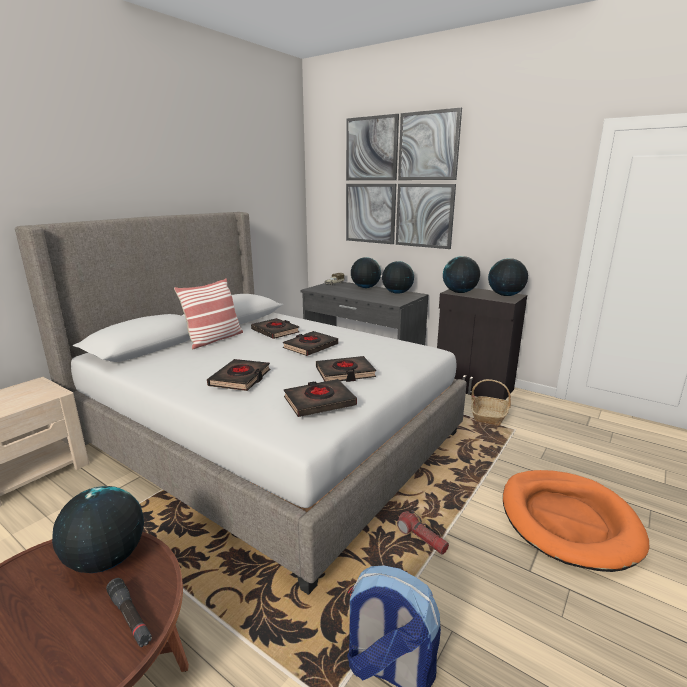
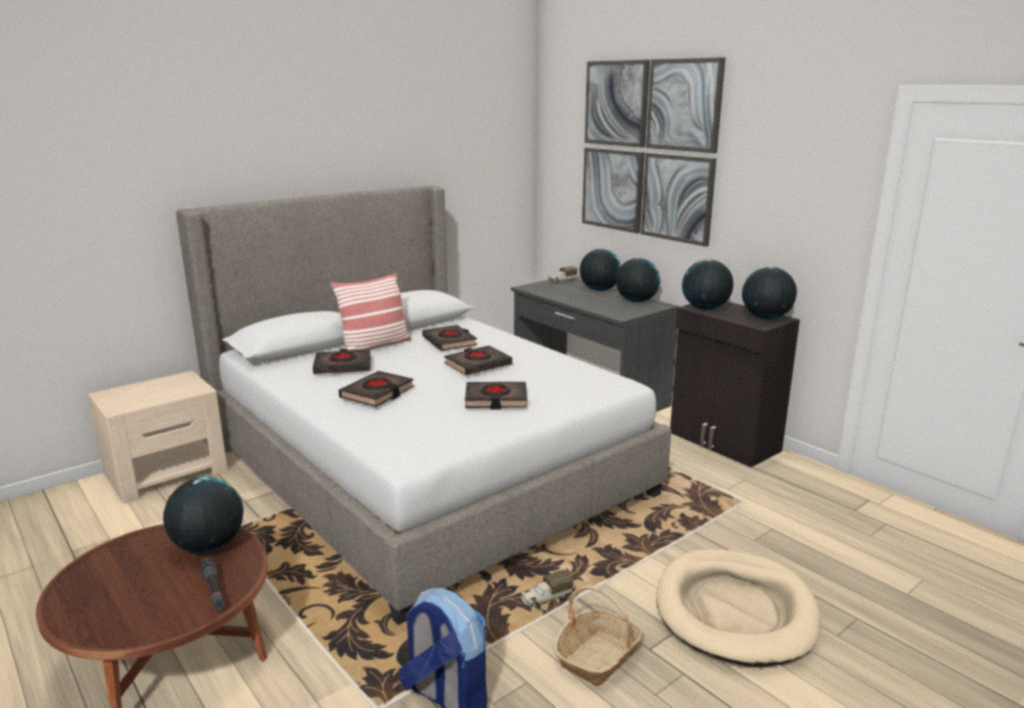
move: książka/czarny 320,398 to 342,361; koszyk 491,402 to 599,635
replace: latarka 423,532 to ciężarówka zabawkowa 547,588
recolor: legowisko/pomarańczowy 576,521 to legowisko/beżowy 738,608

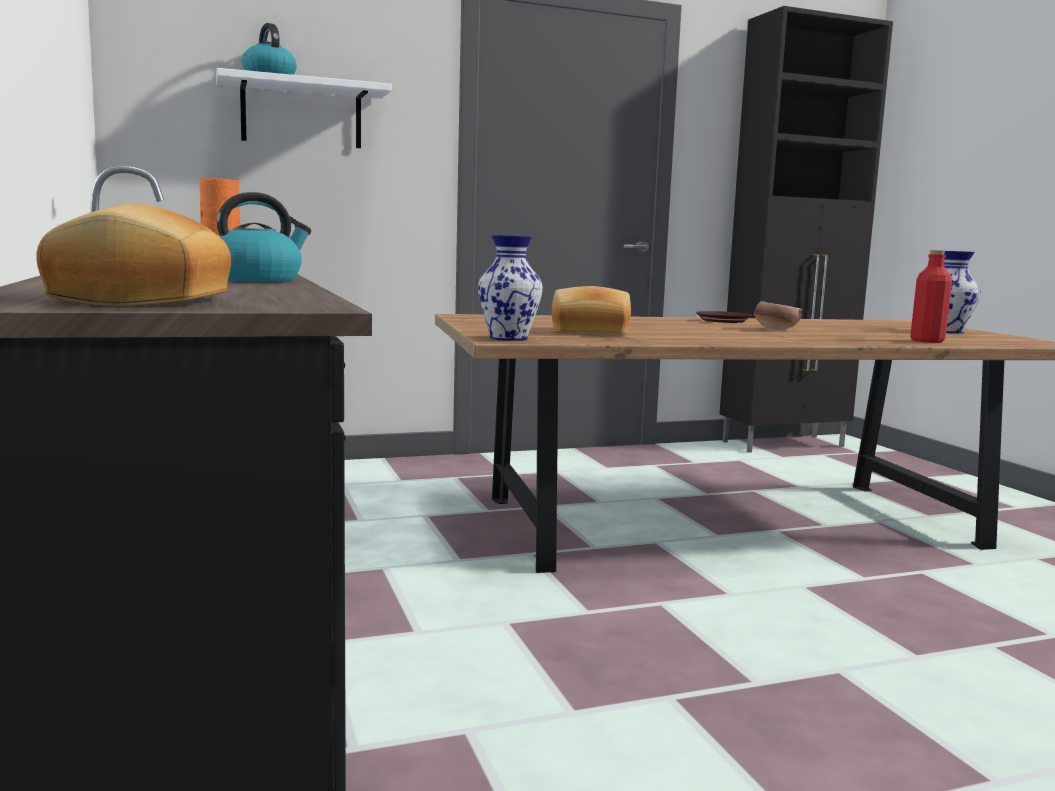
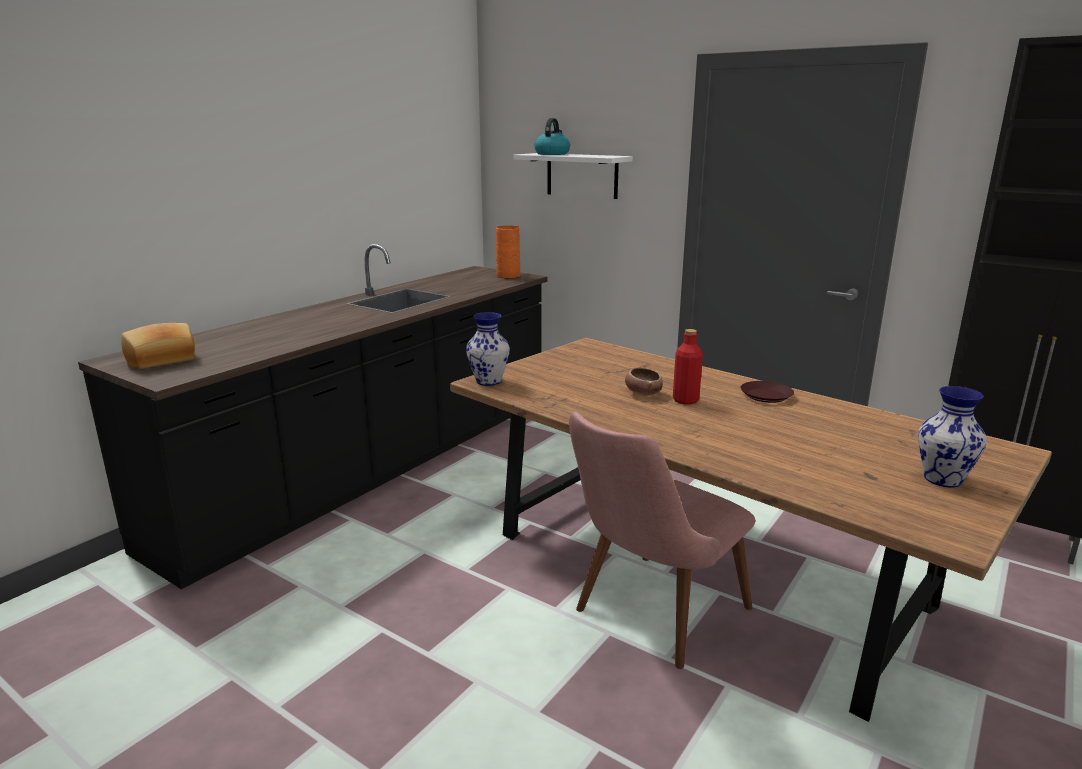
delete: czajnik 264,237; chleb 591,310
insert: krzesło/różowy 662,540
move: miska 778,315 to 644,382; butelka/czerwony 931,296 to 688,367

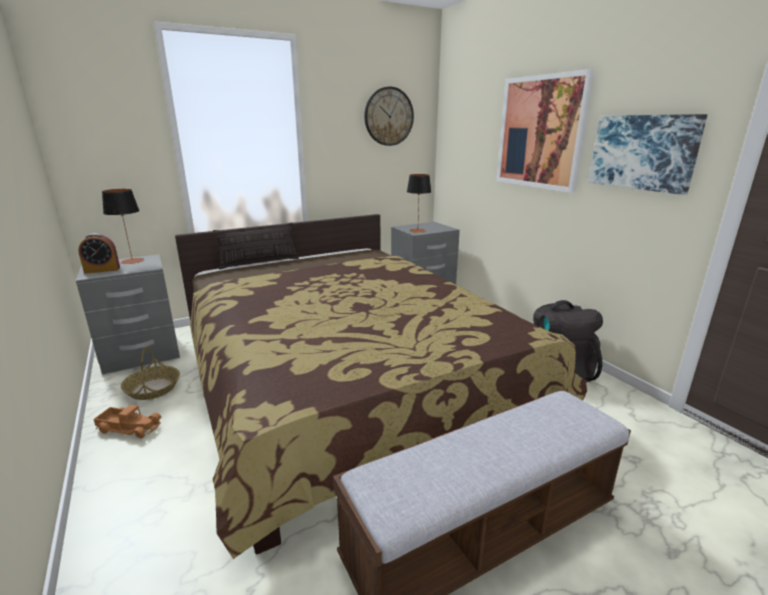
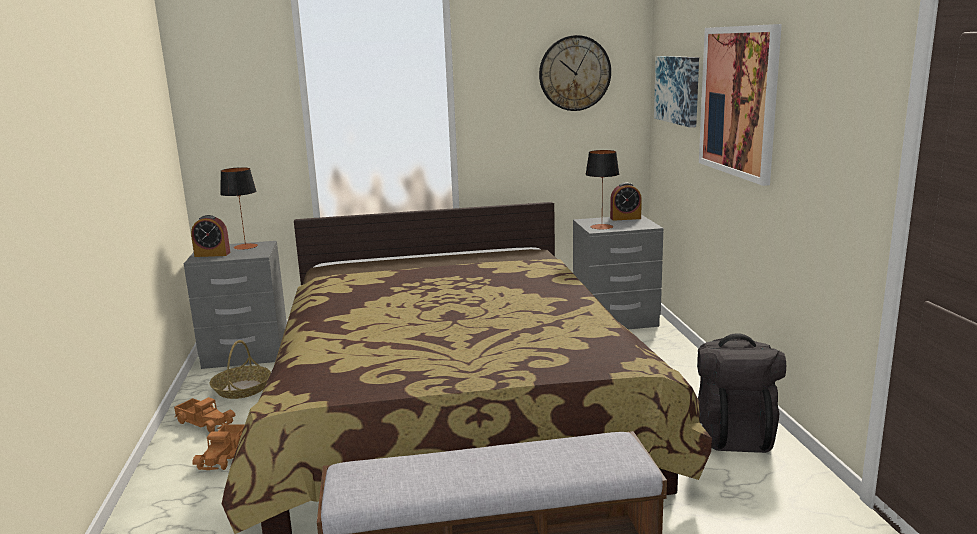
delete: poduszka 256,246
insert: ciężarówka zabawkowa 218,447; budzik 626,201
move: obraz 648,154 to 676,92

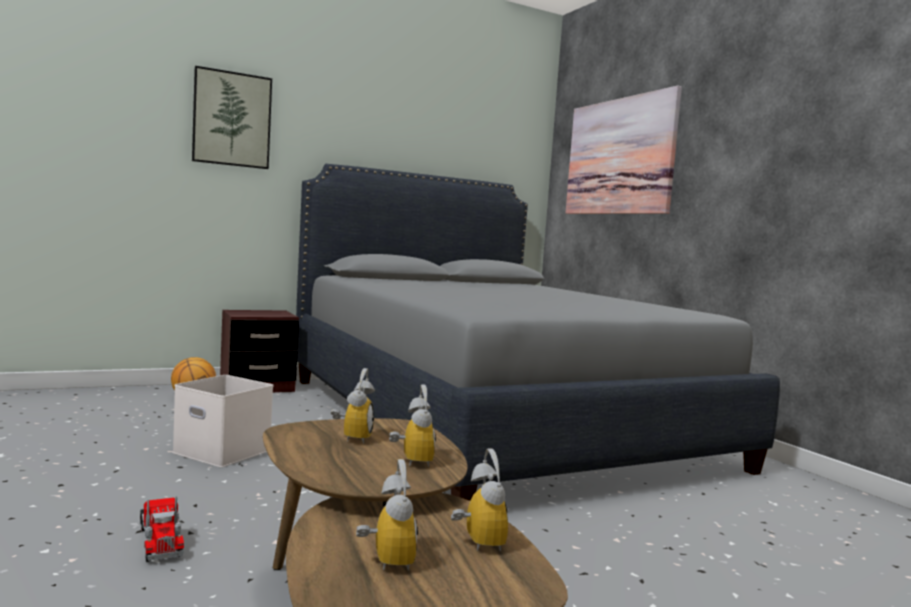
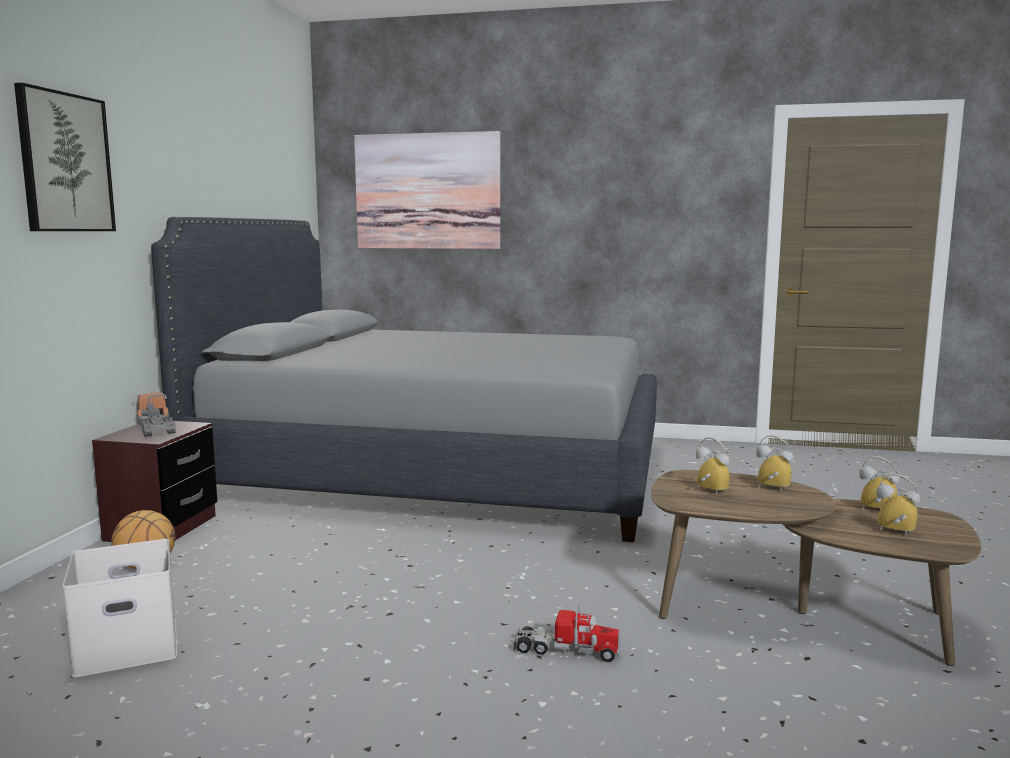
insert: ciężarówka zabawkowa 155,414
move: pojemnik do przechowywania/biały 222,421 to 120,608

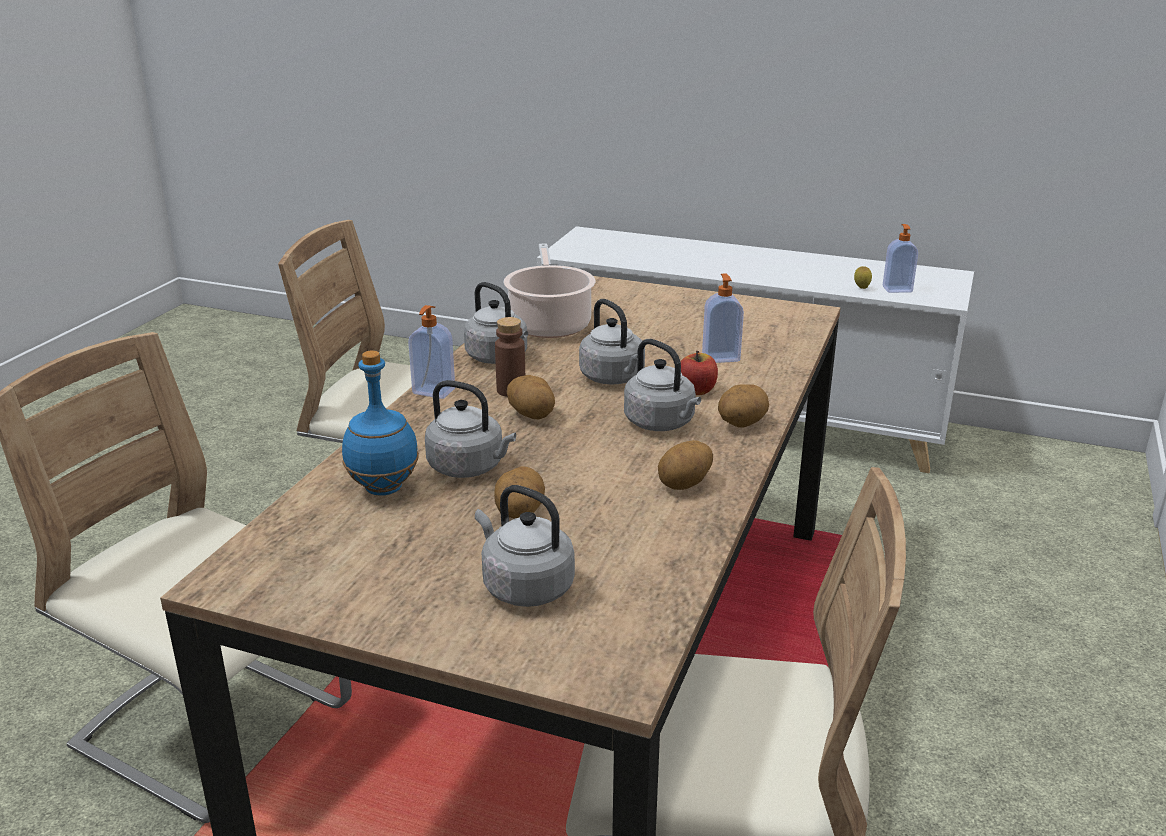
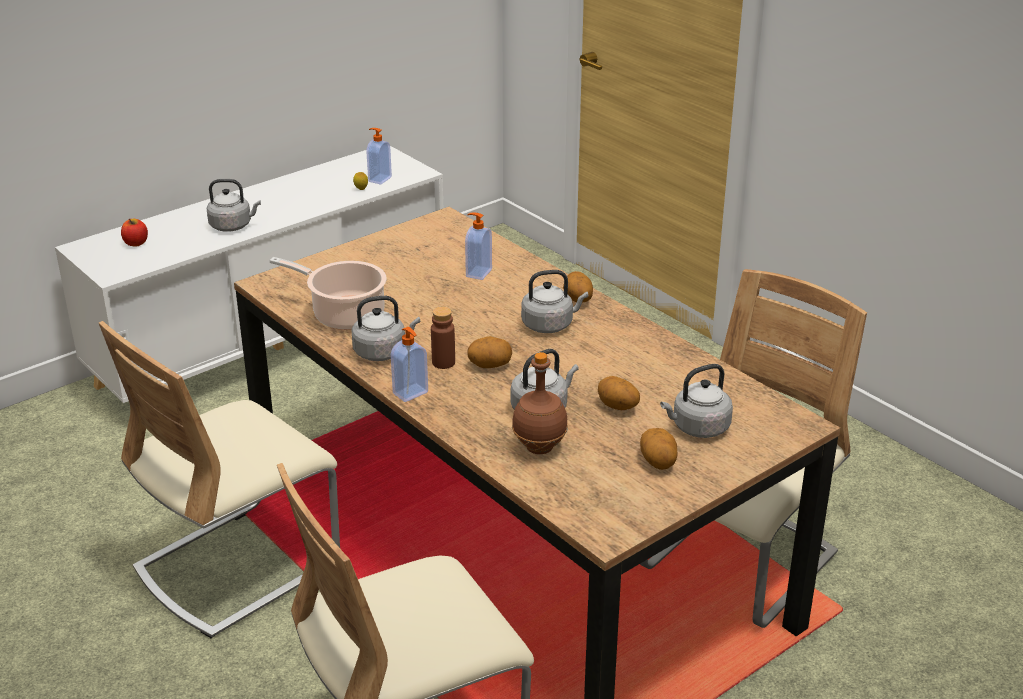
move: czajnik/szary 612,342 to 234,205; ziemniak 685,465 to 658,449; jabłko 699,373 to 134,233
recolor: butelka/niebieski 380,423 to butelka/brązowy 540,403

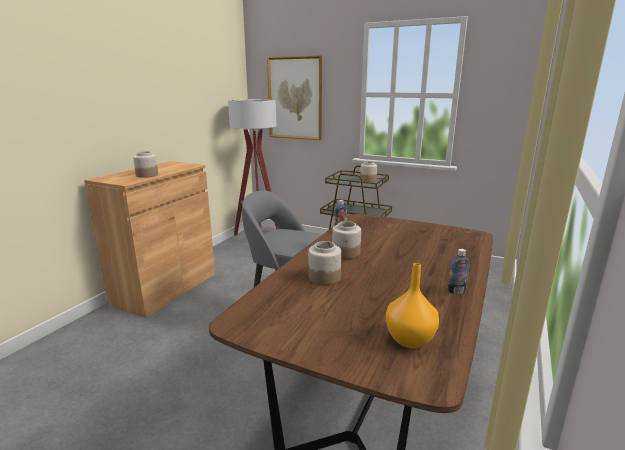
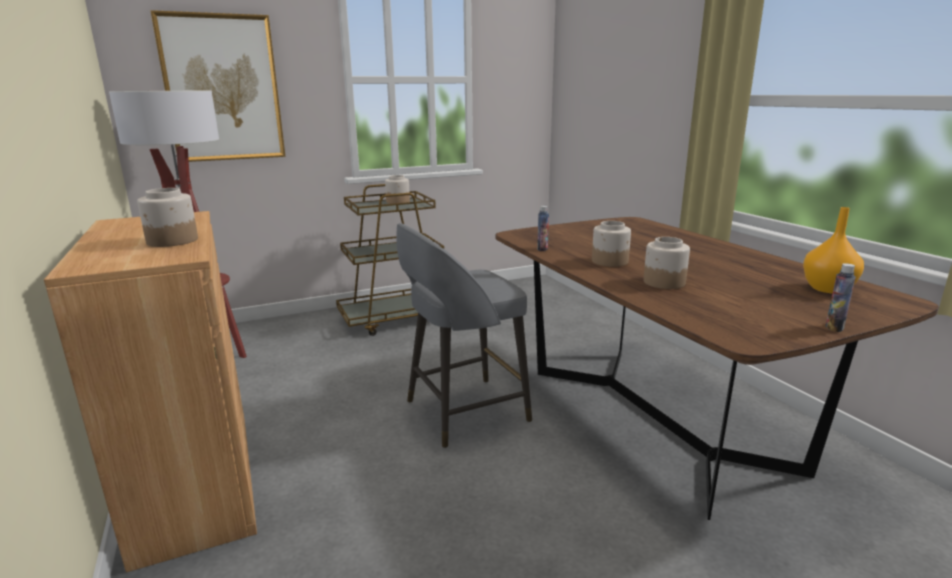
move: butelka 459,271 to 841,297

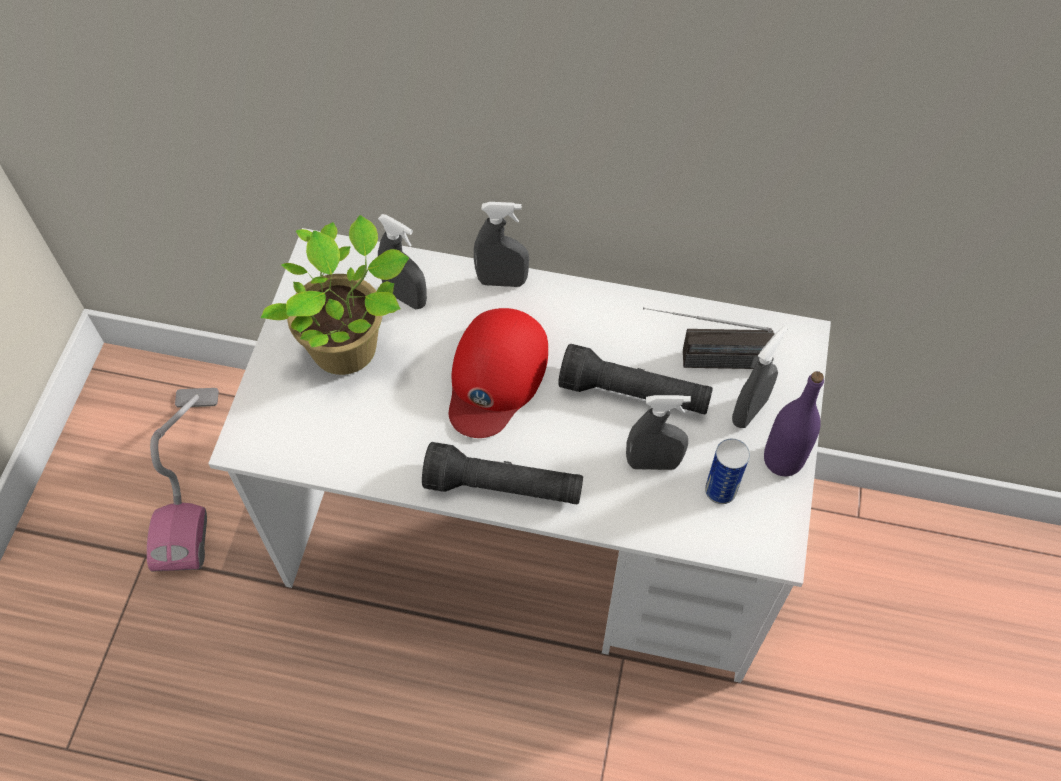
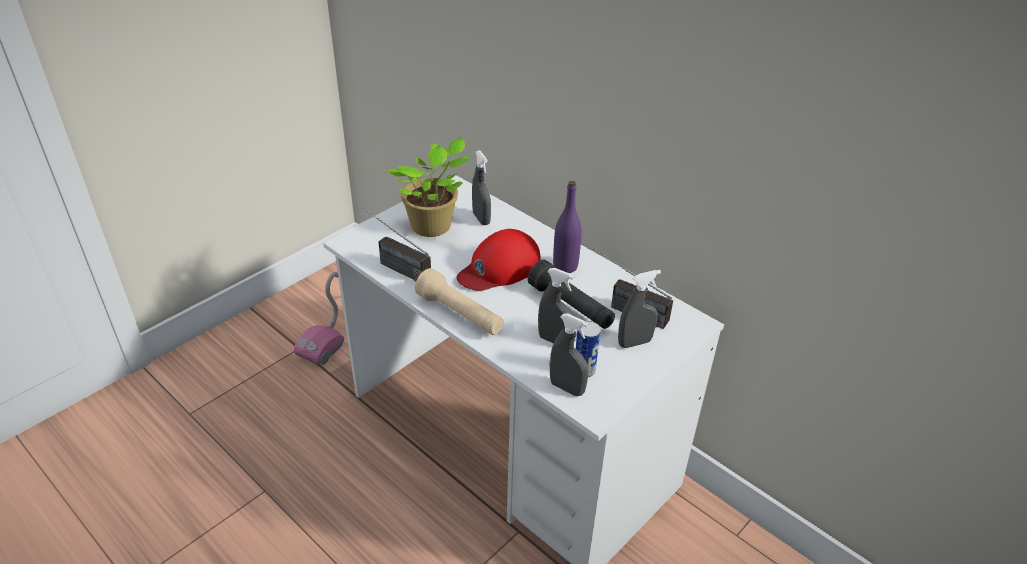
insert: radio 396,244
move: spryskiwacz/szary 501,244 to 569,354; butelka/fioletowy 794,423 to 567,227
recolor: latarka/czarny 502,473 to latarka/beżowy 459,301

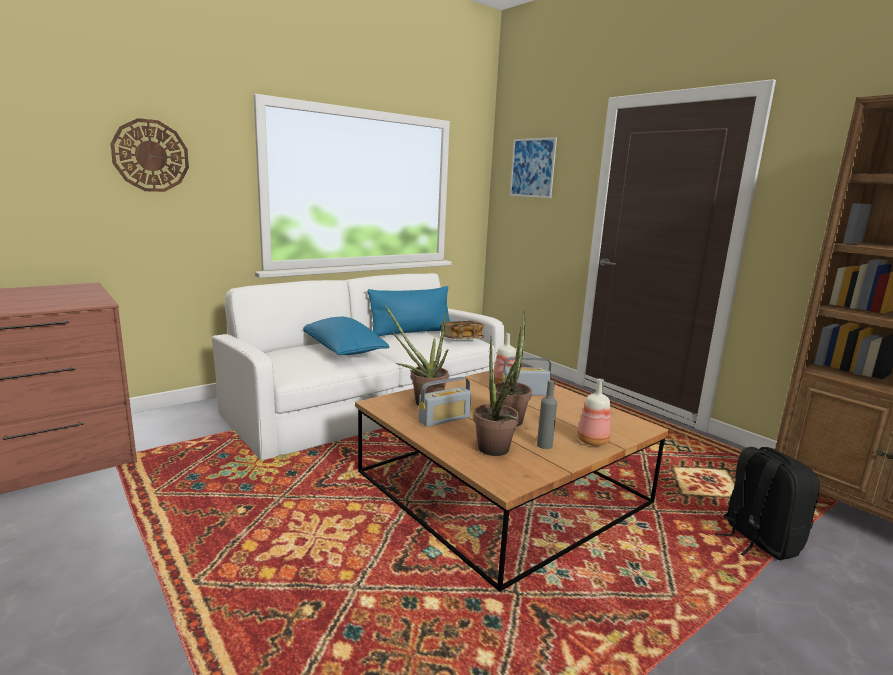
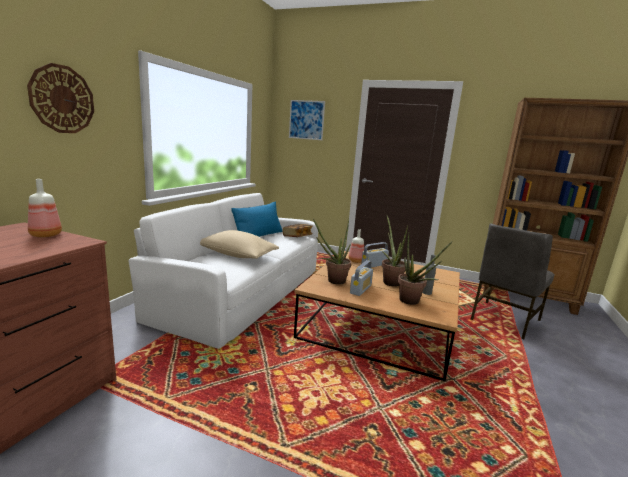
move: butelka 593,412 to 45,208
replace: plecak/czarny 767,503 to krzesło/szary 512,281
recolor: poduszka/niebieski 346,336 to poduszka/beżowy 239,244

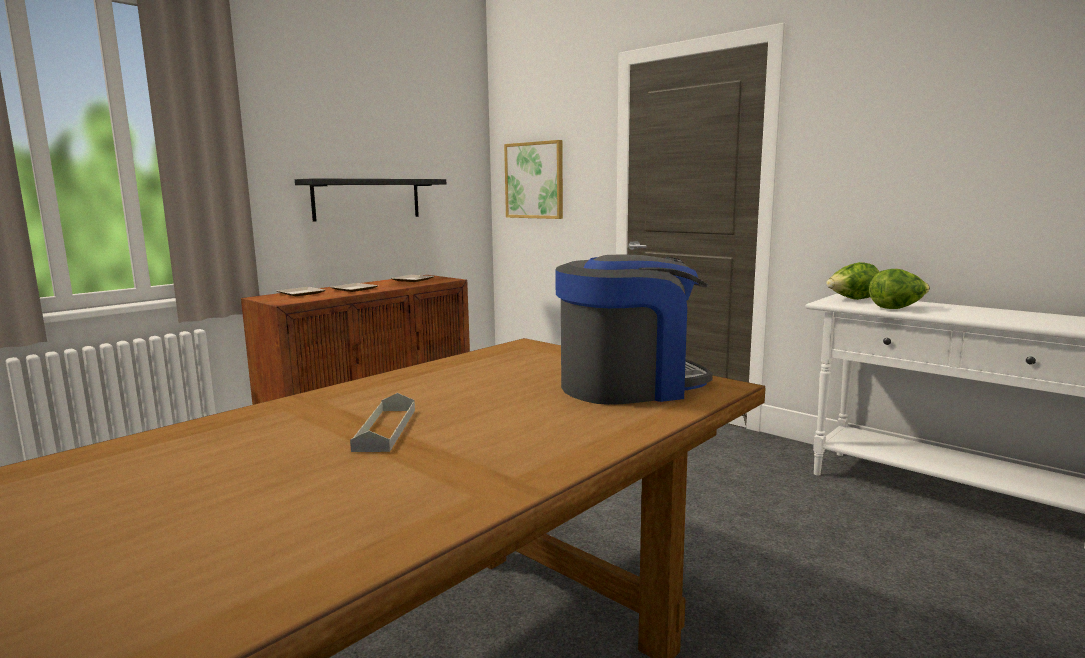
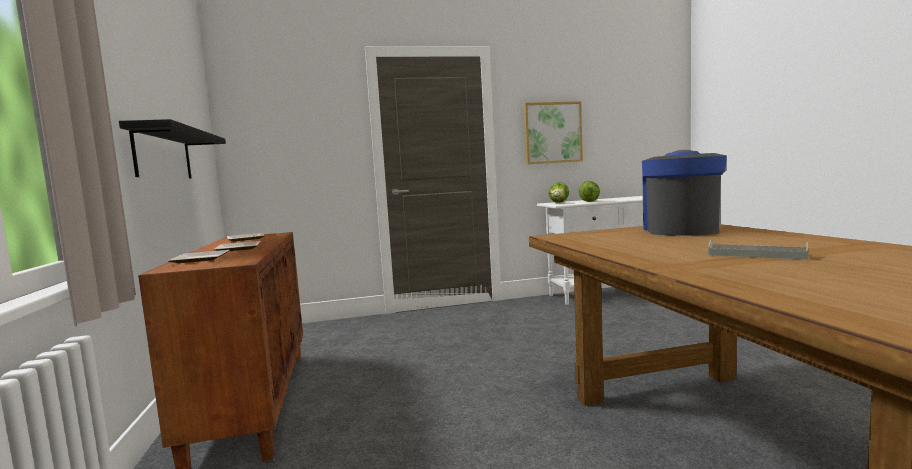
move: obraz 533,179 to 553,132

